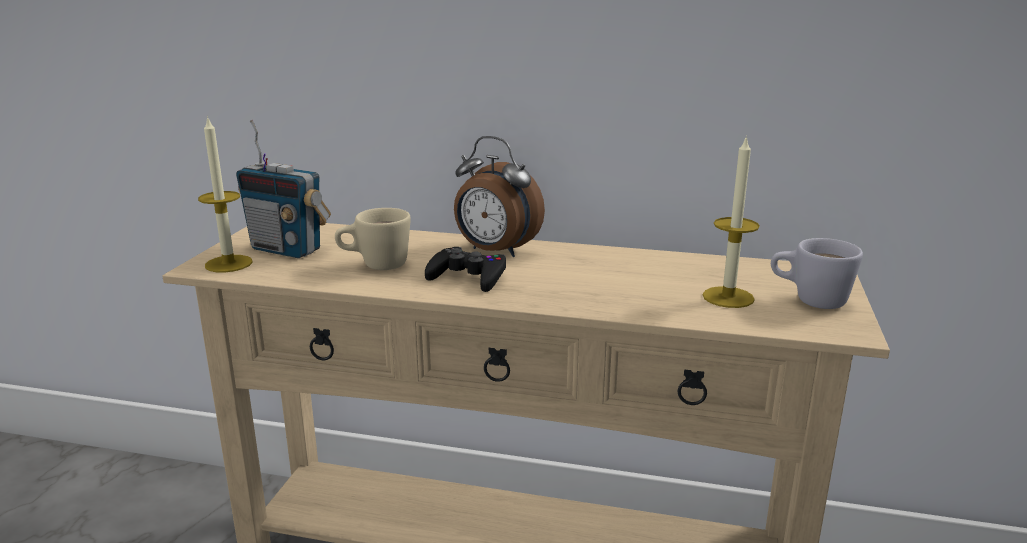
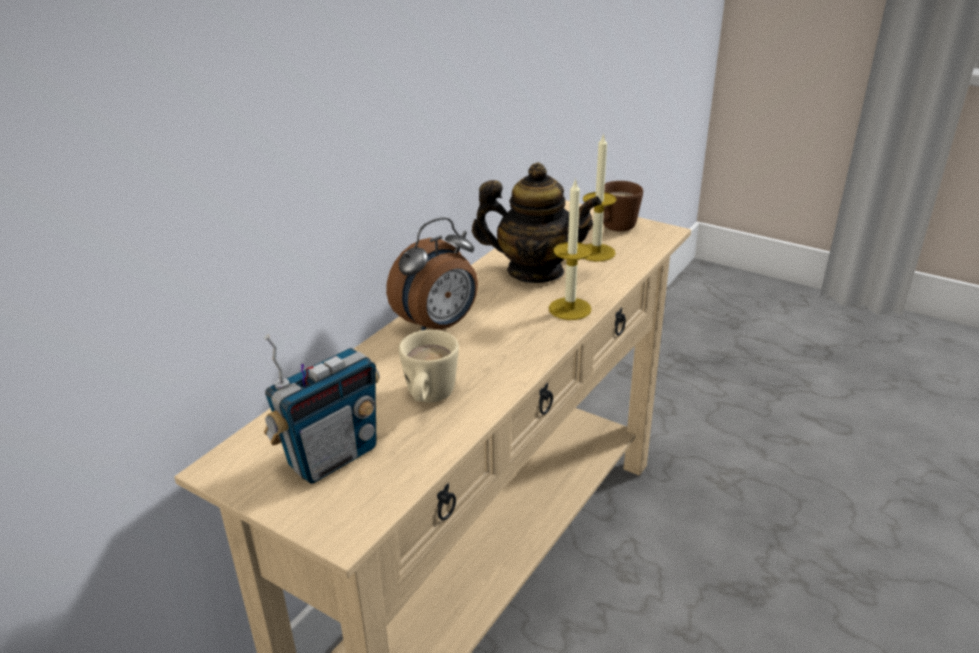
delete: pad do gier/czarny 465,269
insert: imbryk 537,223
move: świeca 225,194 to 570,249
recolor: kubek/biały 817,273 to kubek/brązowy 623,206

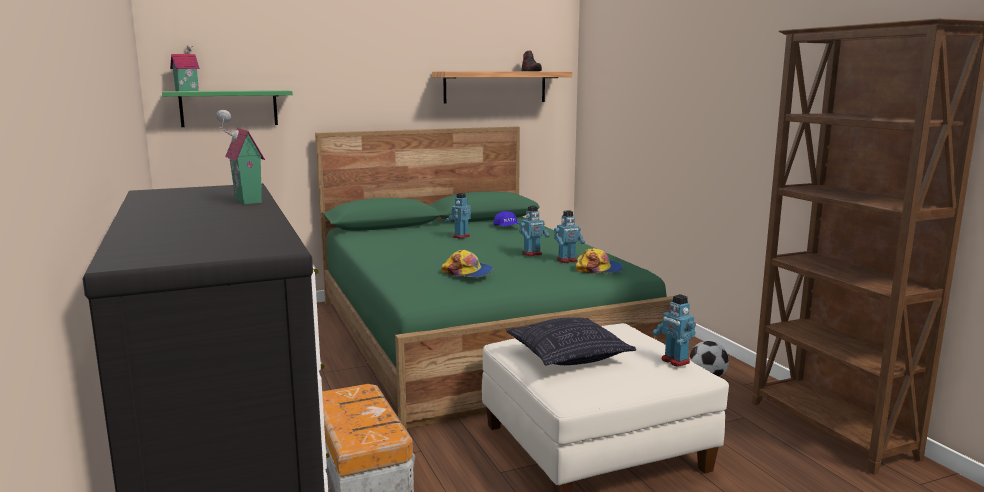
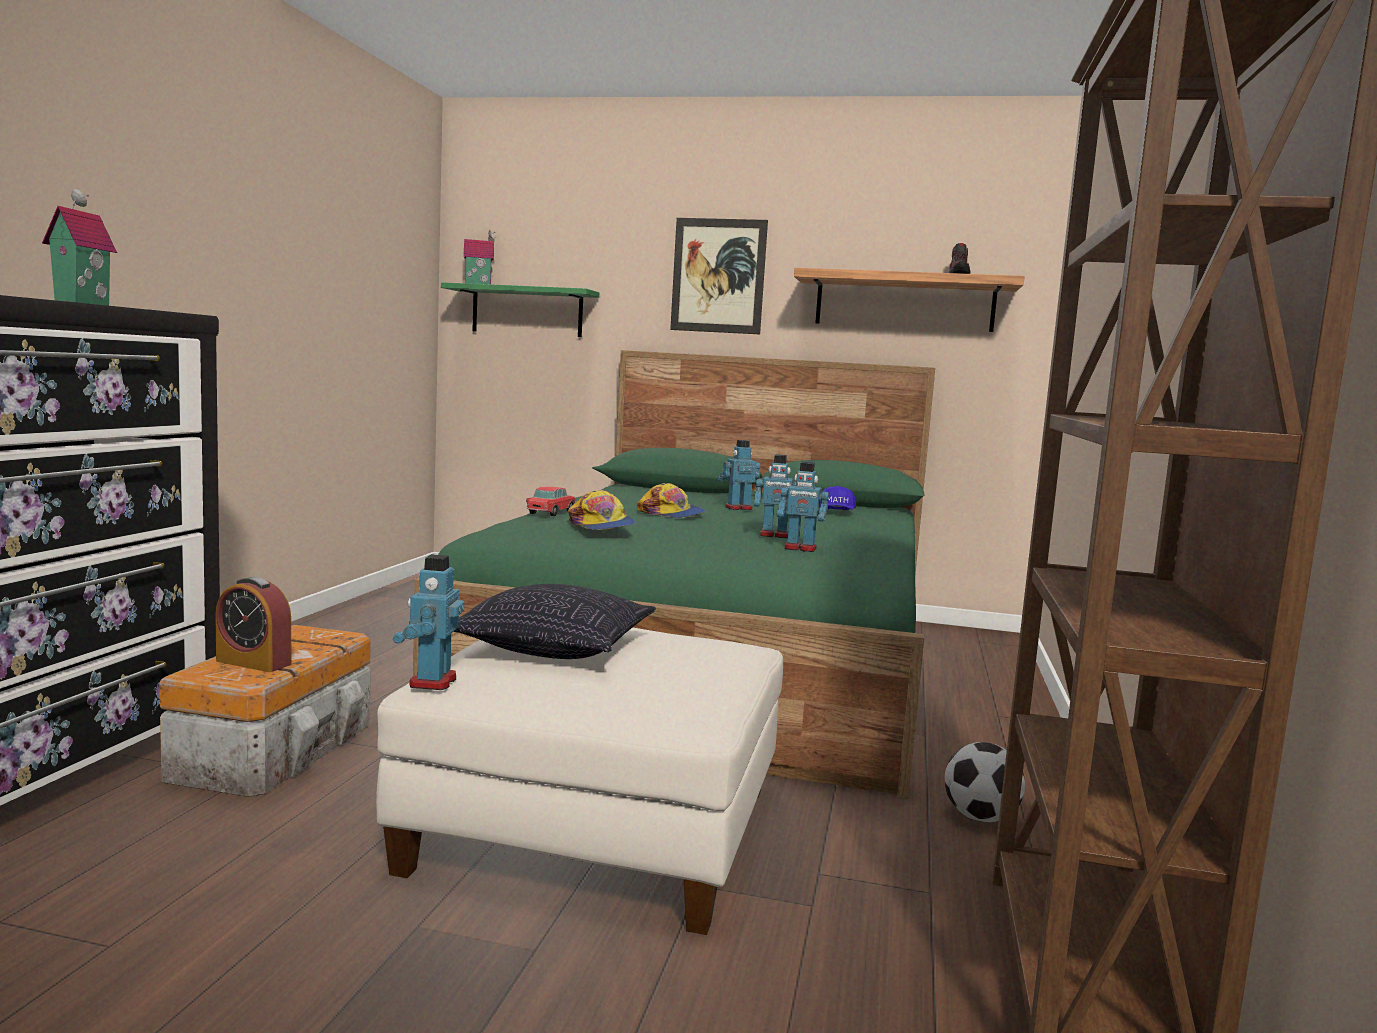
insert: budzik 253,624; samochodzik 551,501; obraz 719,276
move: czapka z daszkiem 599,261 to 671,500; robot zabawkowy 674,330 to 428,622

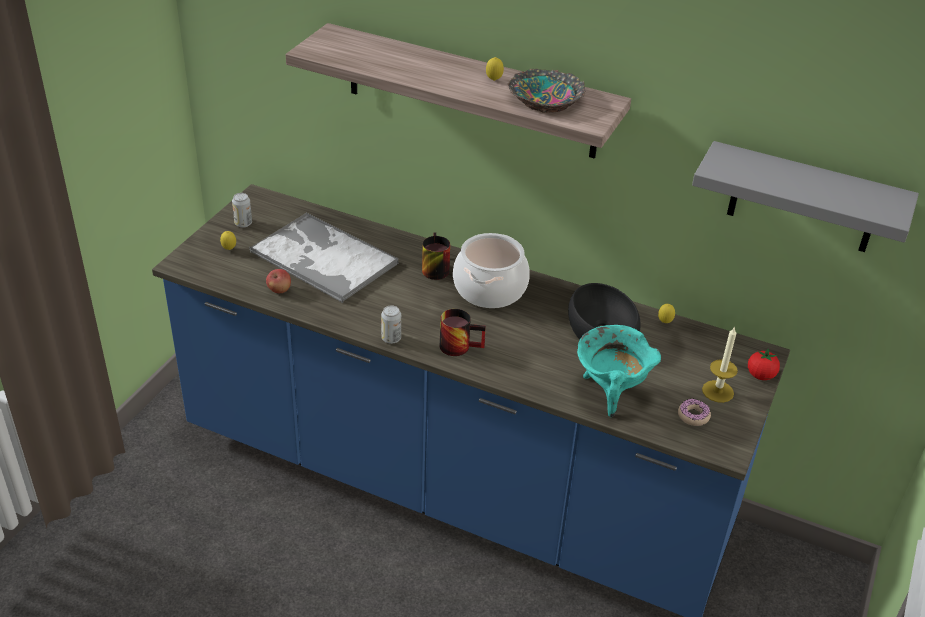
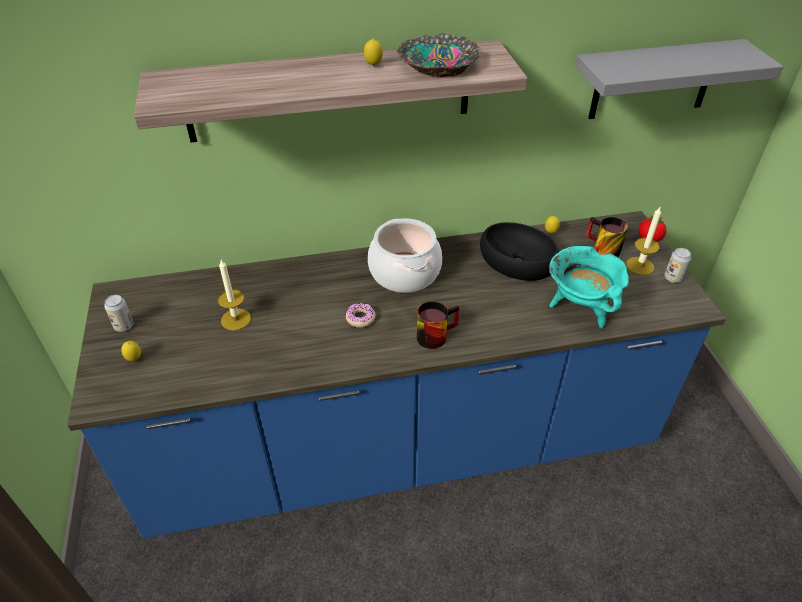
delete: jabłko 278,281
move: puszka 391,324 to 677,265; kubek 436,256 to 607,237; donut 694,412 to 361,315
replace: taca 323,258 to świeca 234,295

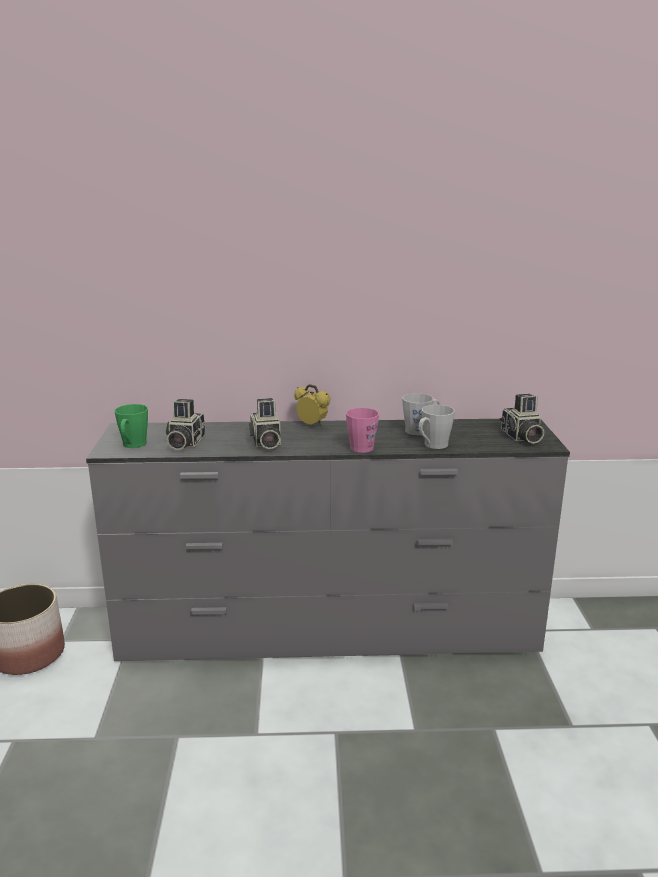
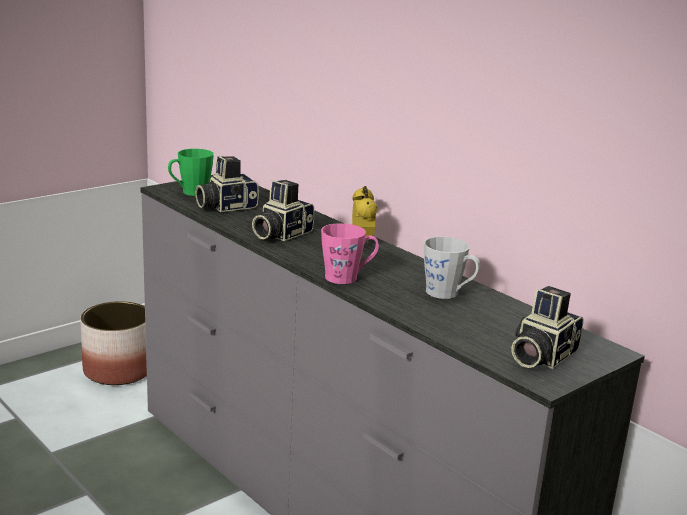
delete: kubek/szary 437,427

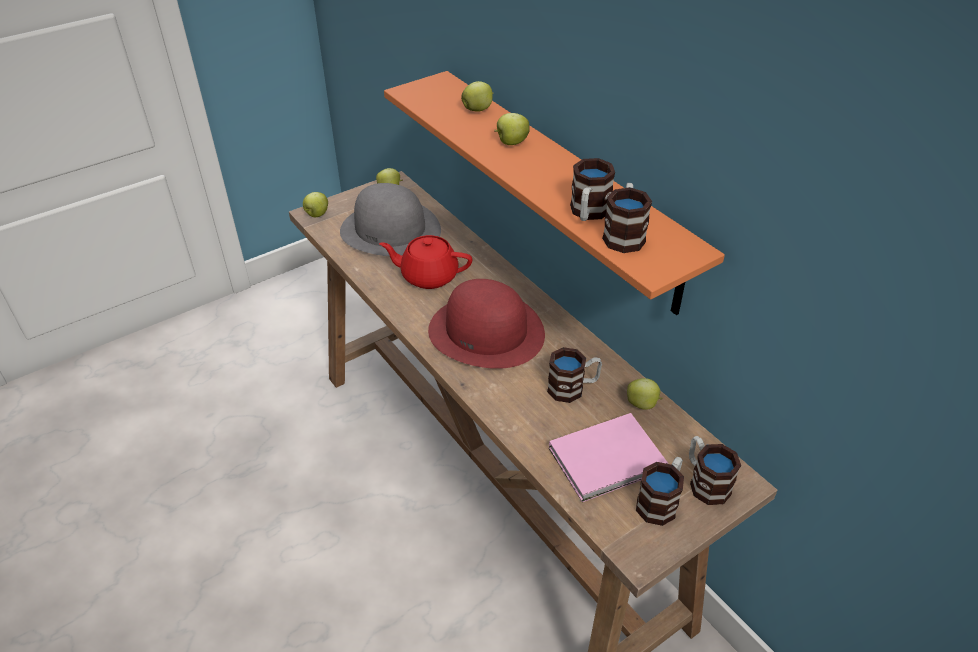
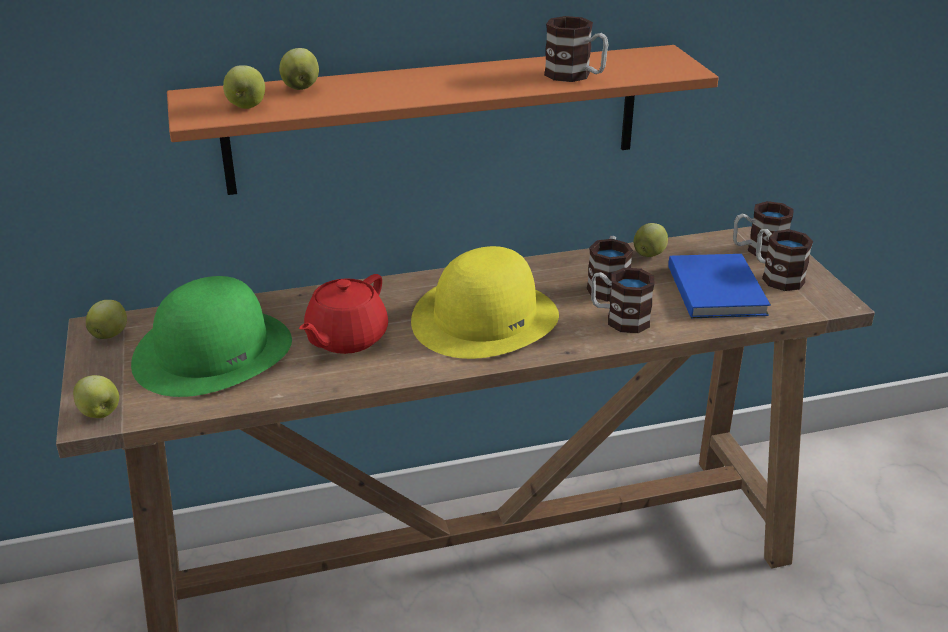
move: jabłko 512,129 to 244,87; kubek 627,218 to 623,300
recolor: kapelusz/szary 390,219 to kapelusz/zielony 211,336; kapelusz/czerwony 486,324 to kapelusz/żółty 485,302; książka/różowy 608,457 to książka/niebieski 719,286

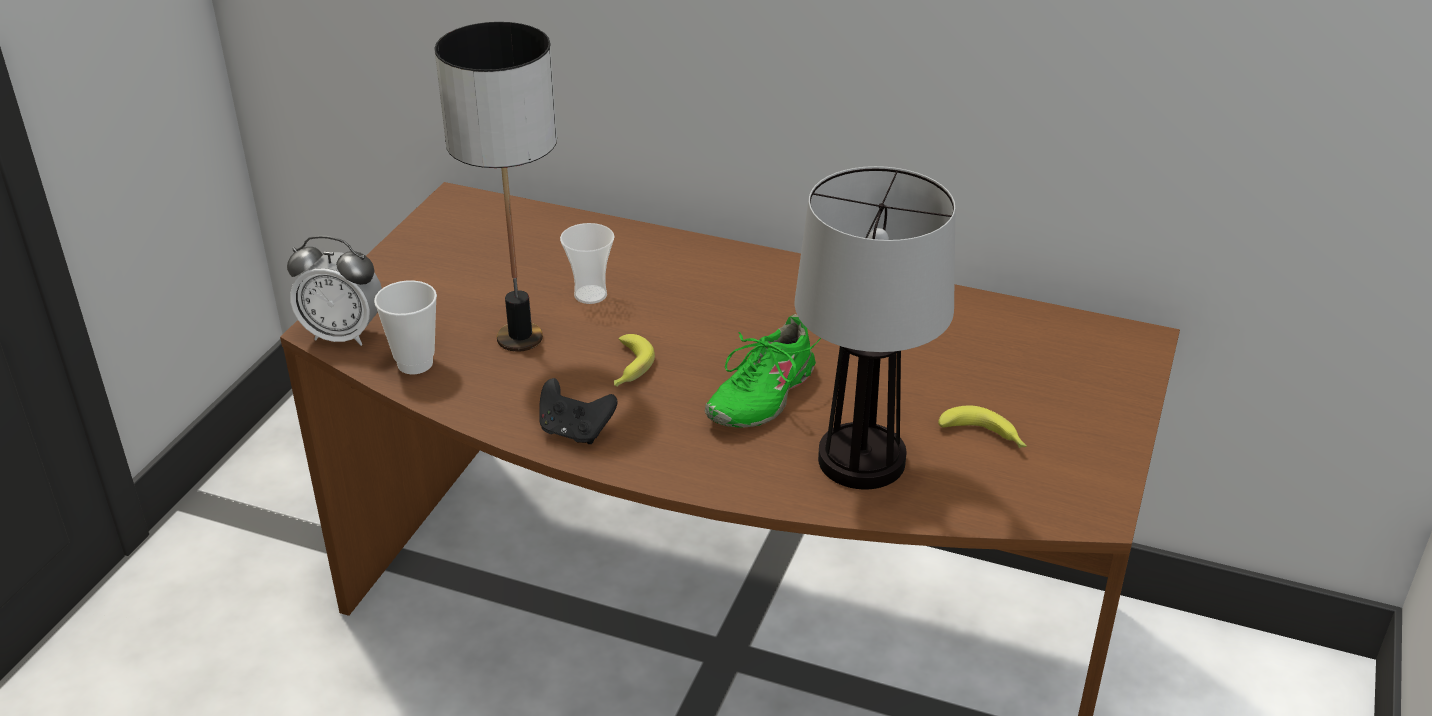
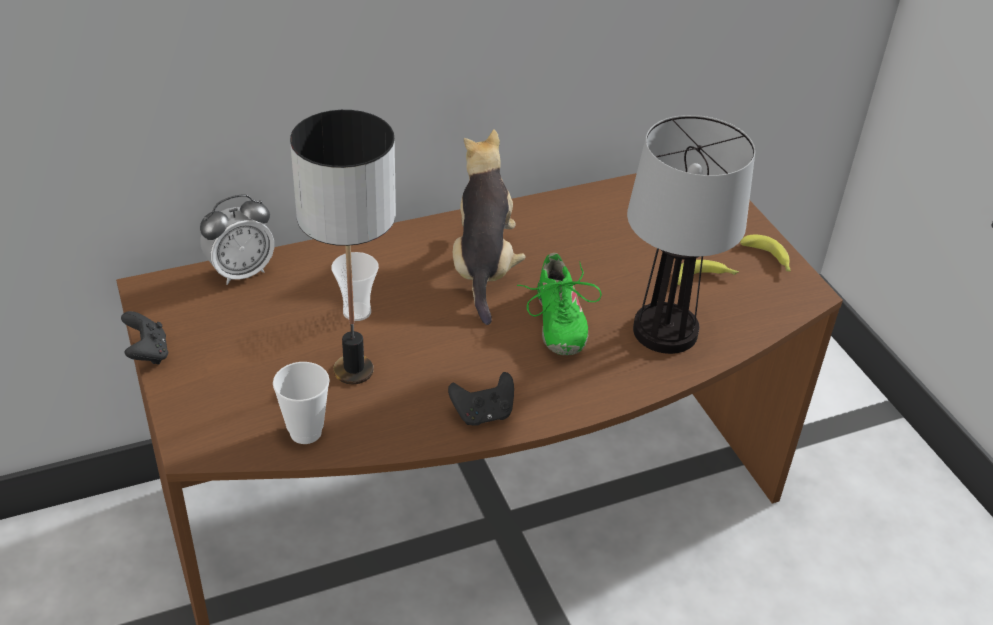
insert: pad do gier/czarny 144,338; pluszak 489,227
move: budzik 334,291 to 237,240; banan 634,360 to 765,253

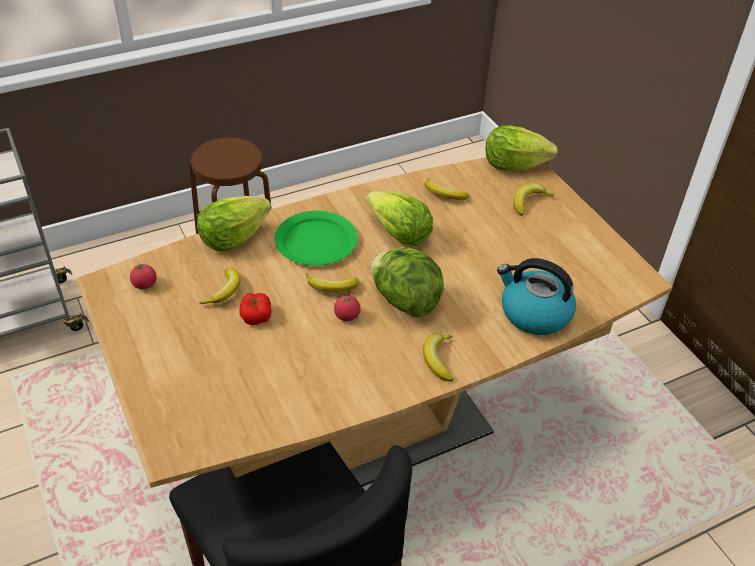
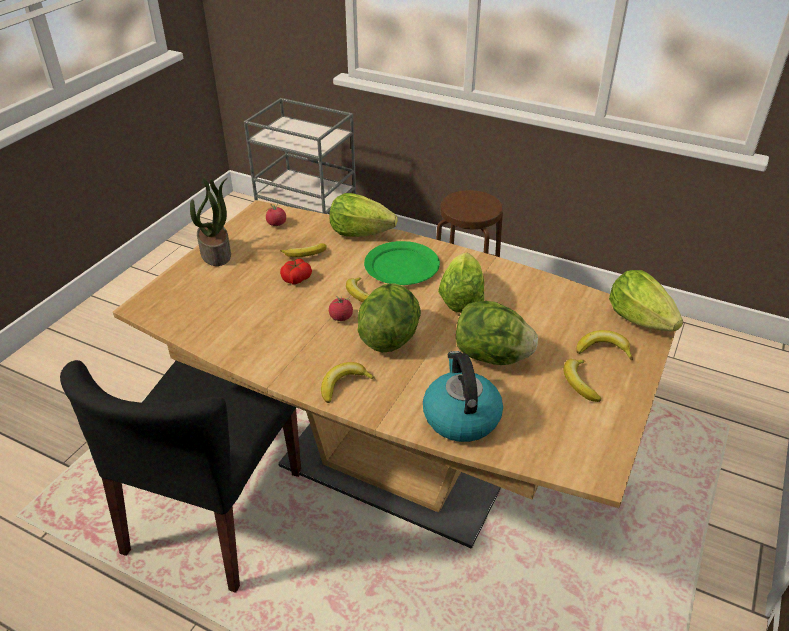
insert: roślina doniczkowa 210,221; sałata 497,333
move: banan 447,189 to 582,380

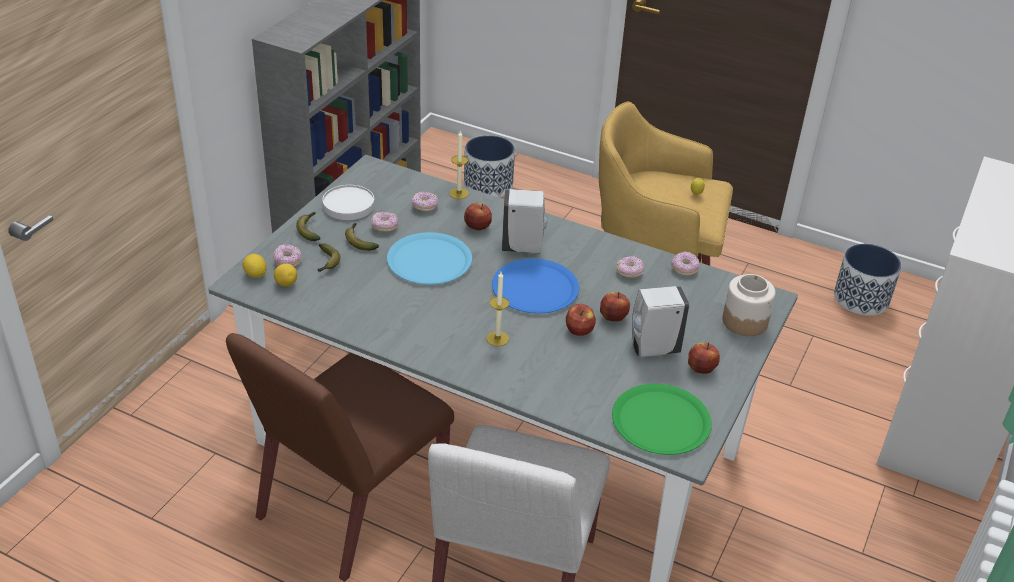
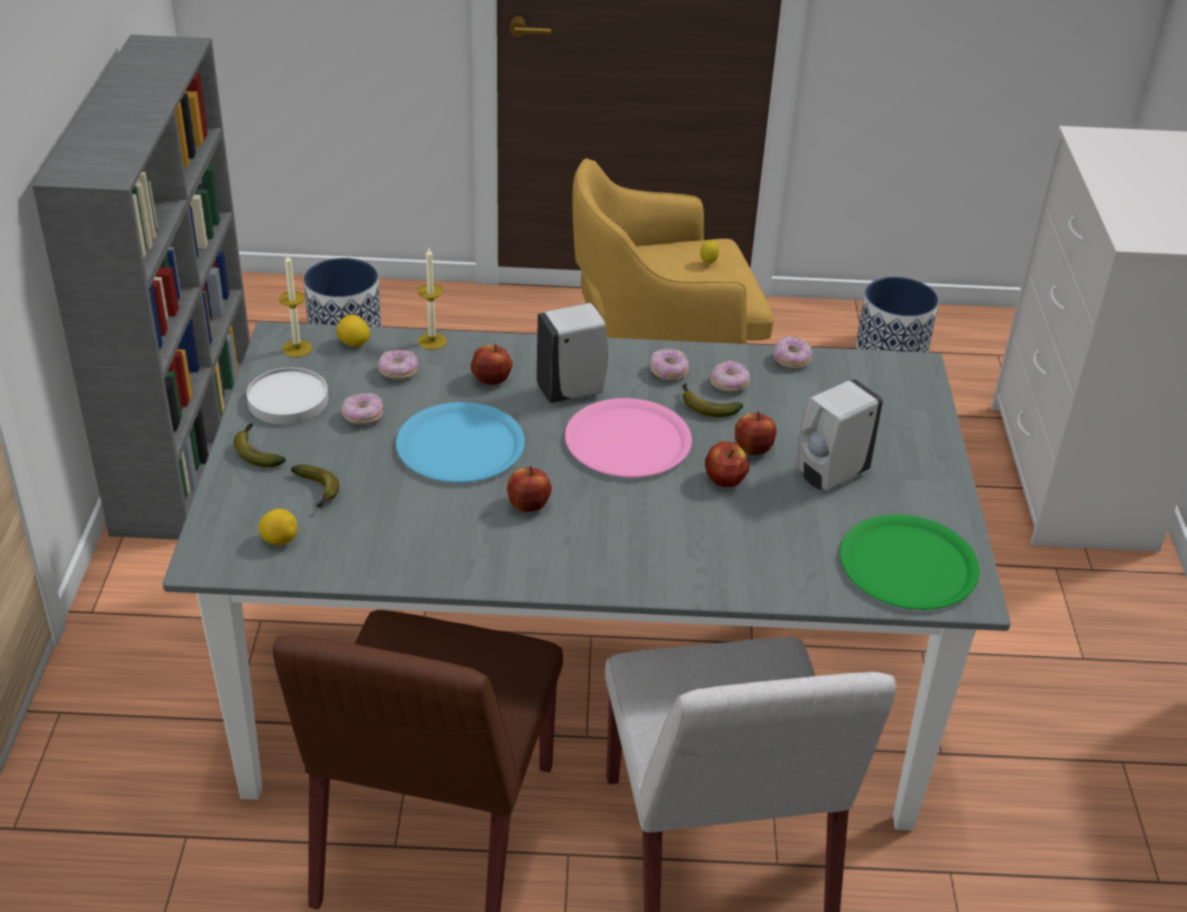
delete: słoik 749,305
move: cytryna 255,266 to 353,331; donut 287,255 to 669,364; banan 362,237 to 712,400; świeca 497,309 to 295,305; jabłko 704,358 to 529,489
recolor: talerz/niebieski 535,286 to talerz/różowy 628,437

